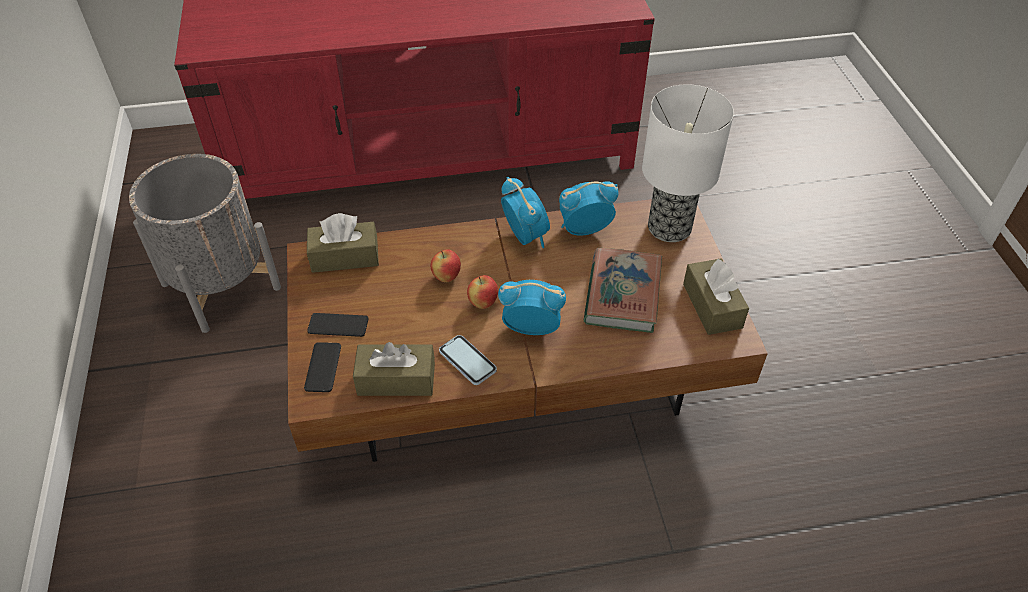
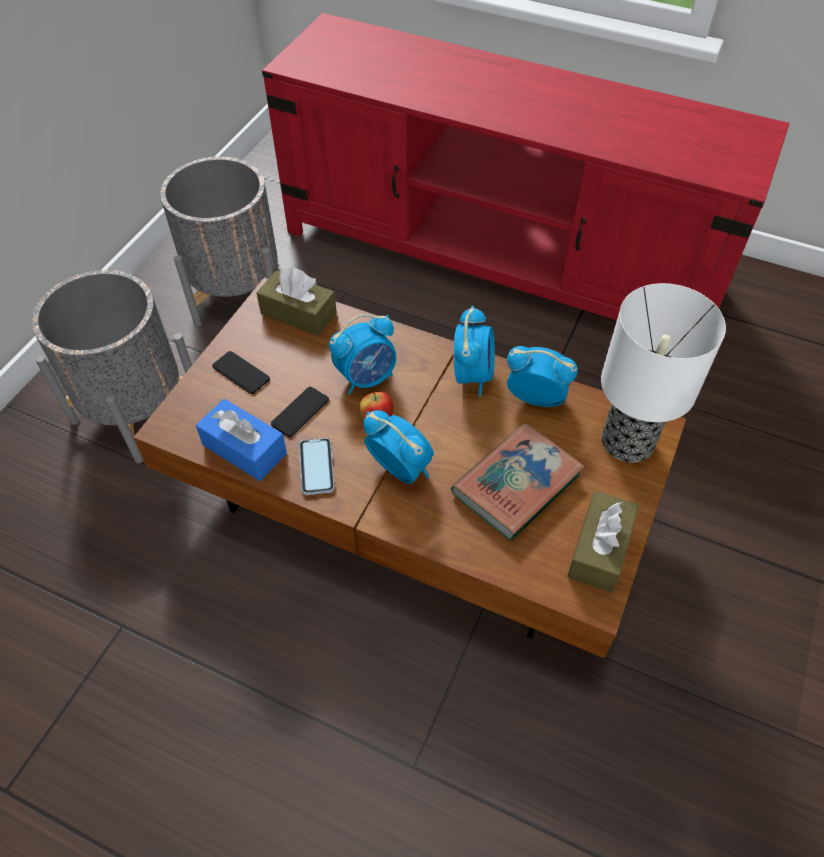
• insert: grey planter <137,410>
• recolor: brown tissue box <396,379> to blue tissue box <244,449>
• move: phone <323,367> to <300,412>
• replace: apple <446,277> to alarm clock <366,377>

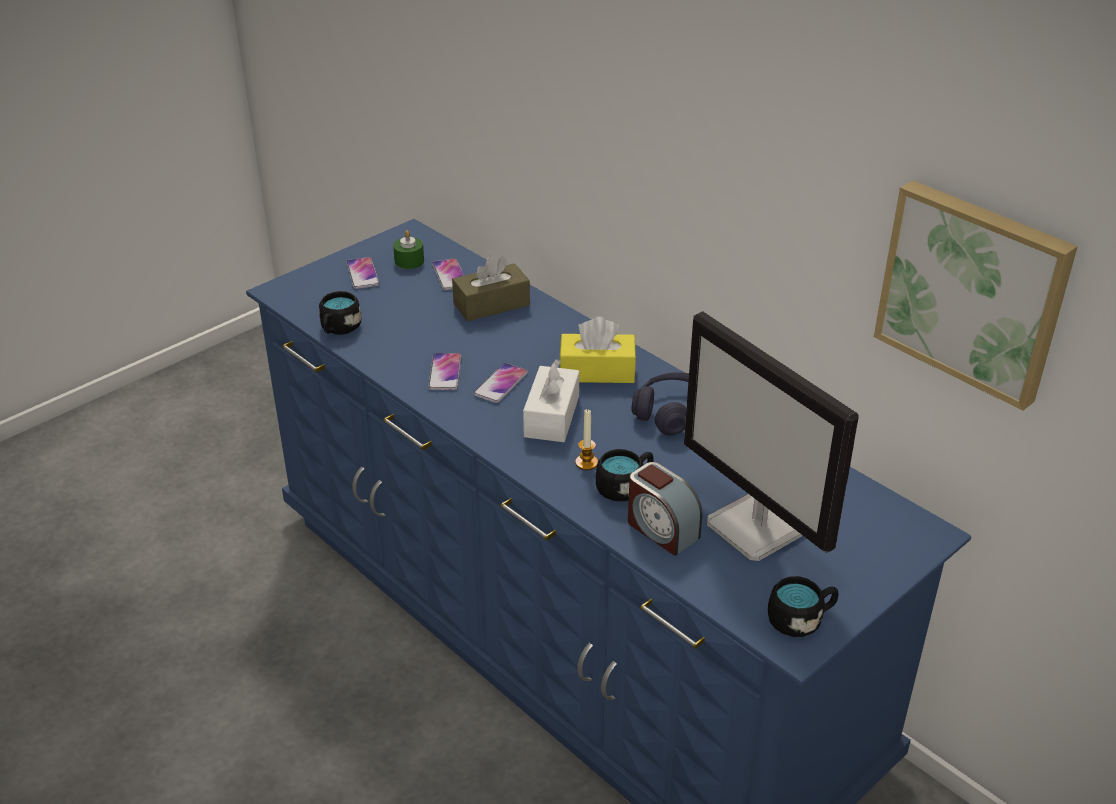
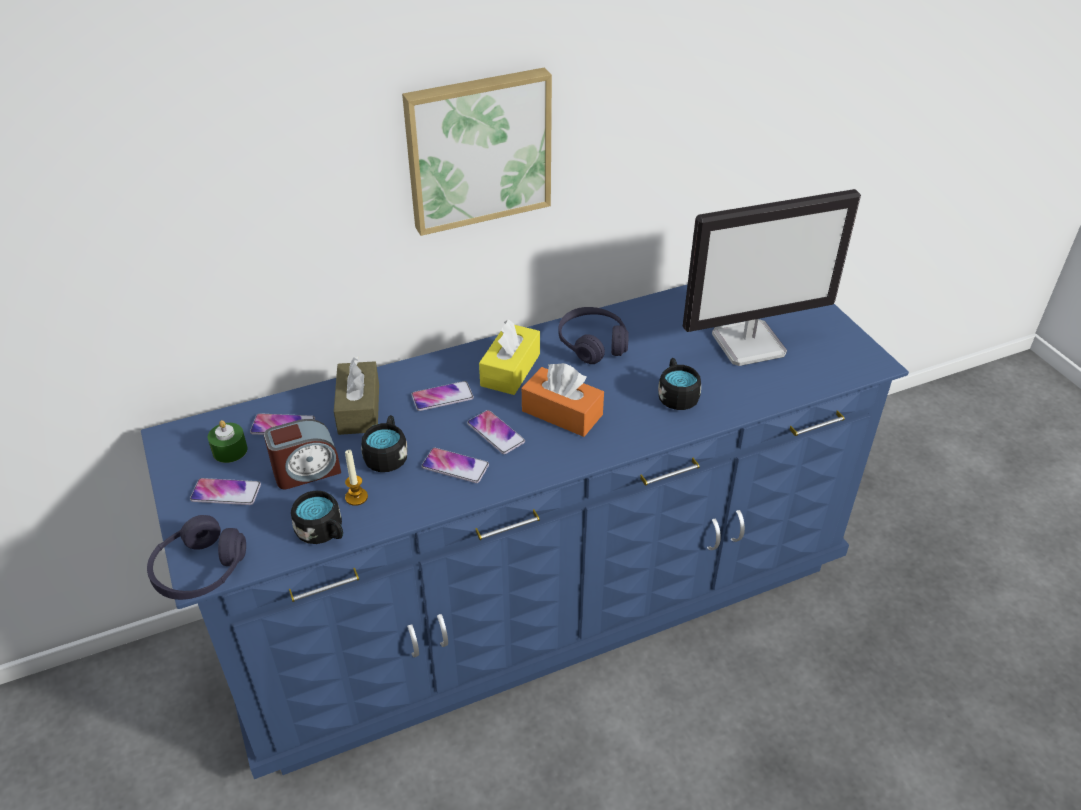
• insert: purple headphones <200,570>
• move: alarm clock <661,529> to <306,471>
• move: candle <586,463> to <356,497>
• move: black mug <801,619> to <387,455>
• move: picture <973,291> to <478,149>
• insert: phone <442,397>
• recolor: white tissue box <551,416> to orange tissue box <562,413>

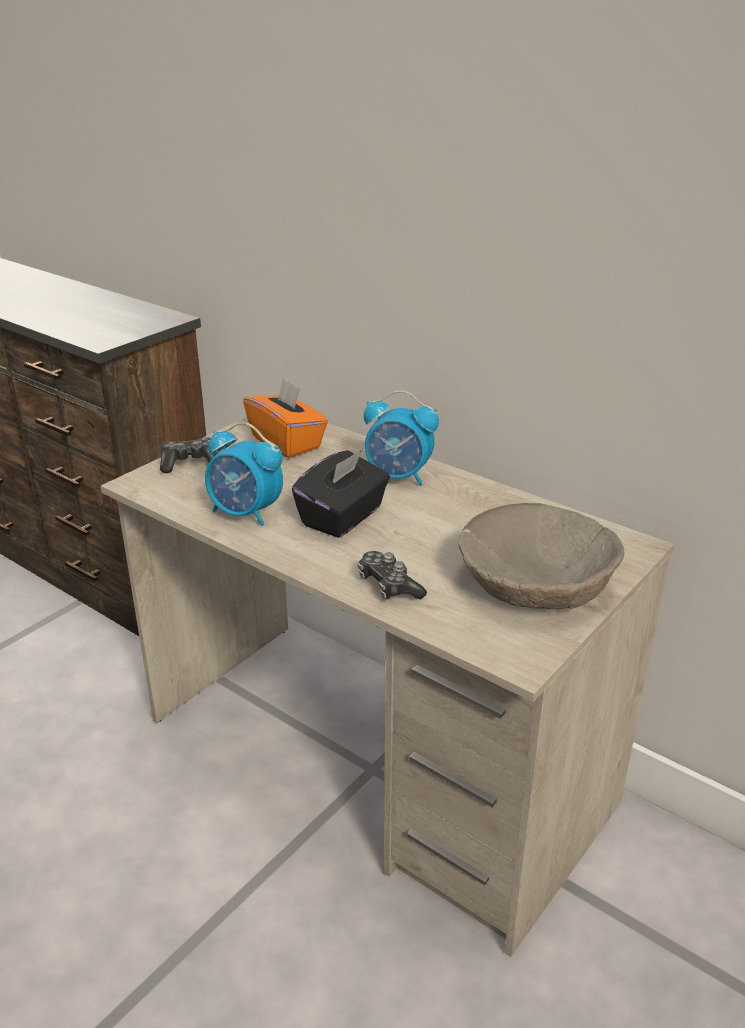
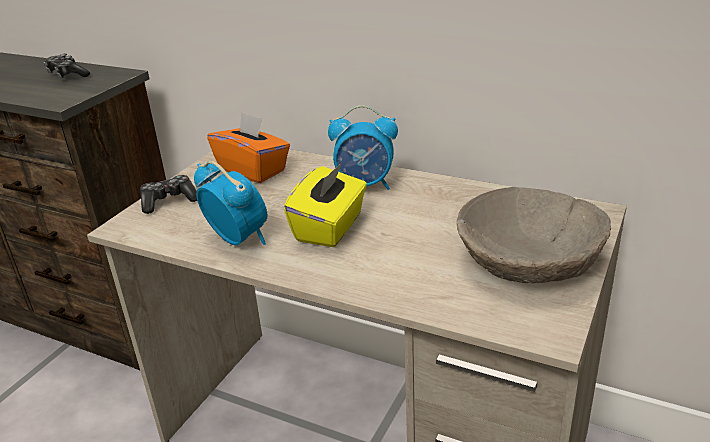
• move: game controller <389,586> to <67,75>
• rotate: alarm clock <246,513> = <238,239> 150 degrees counterclockwise
• recolor: black tissue box <343,517> to yellow tissue box <330,228>

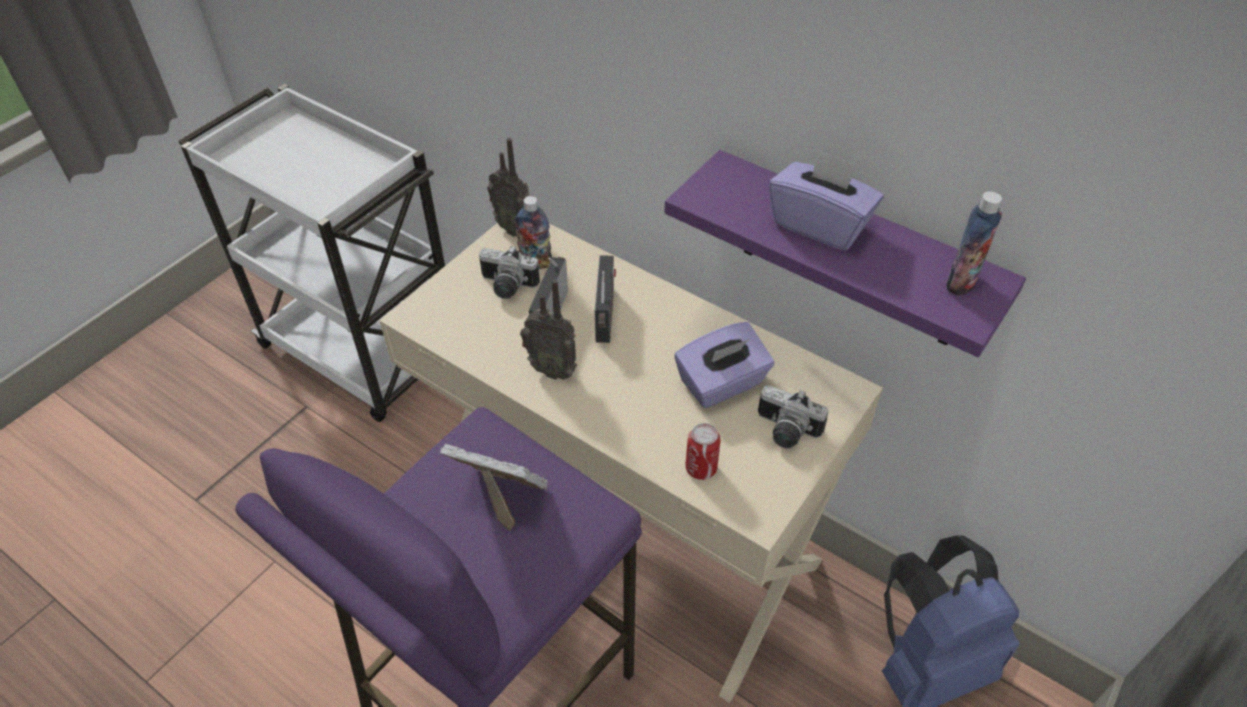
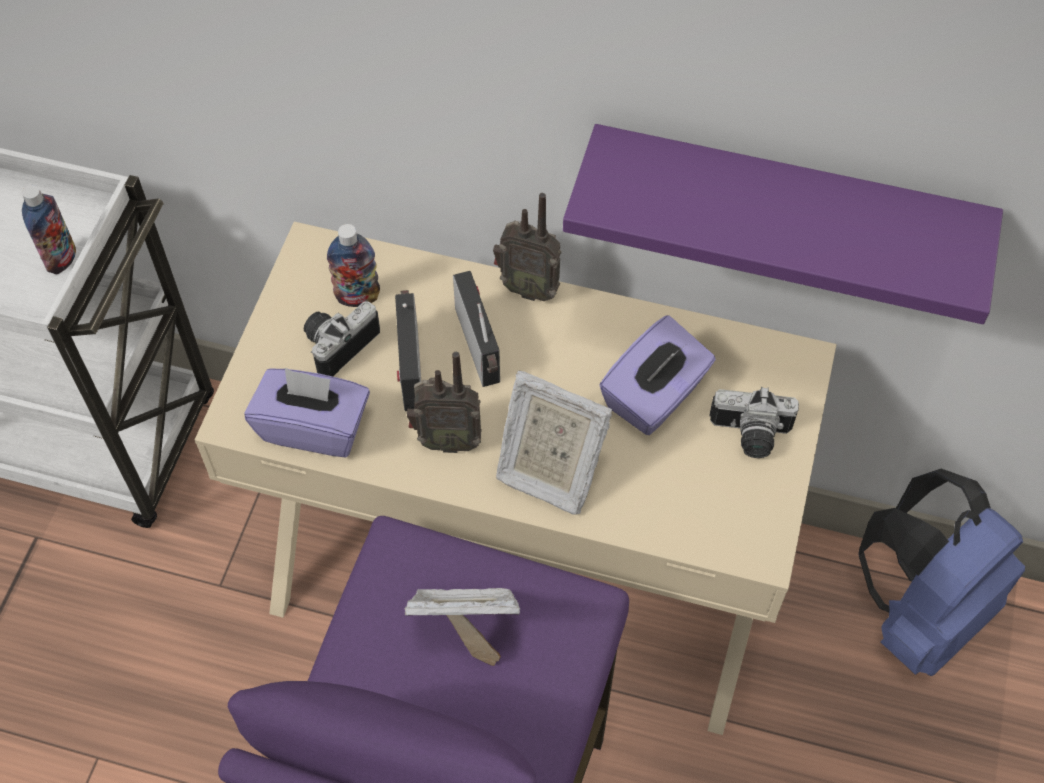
• move: bottle <961,283> to <61,259>
• move: purple tissue box <820,224> to <314,427>
• rotate: photo camera <506,287> = <337,343> 135 degrees clockwise
• move: radio <515,228> to <528,287>
• insert: picture frame <548,472>
• delete: can <701,468>

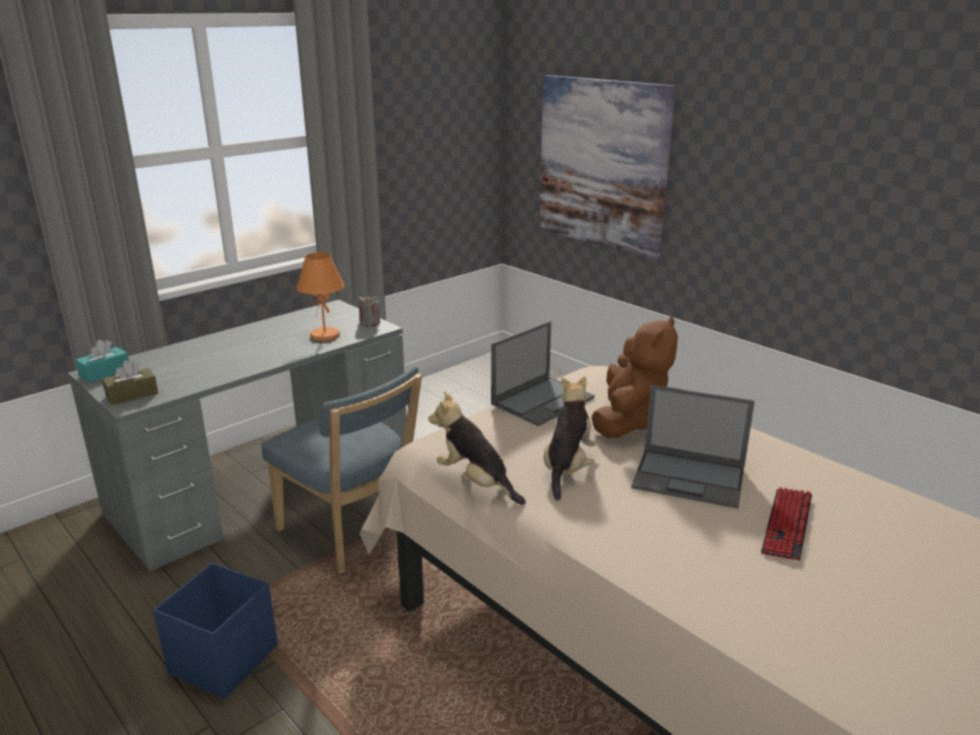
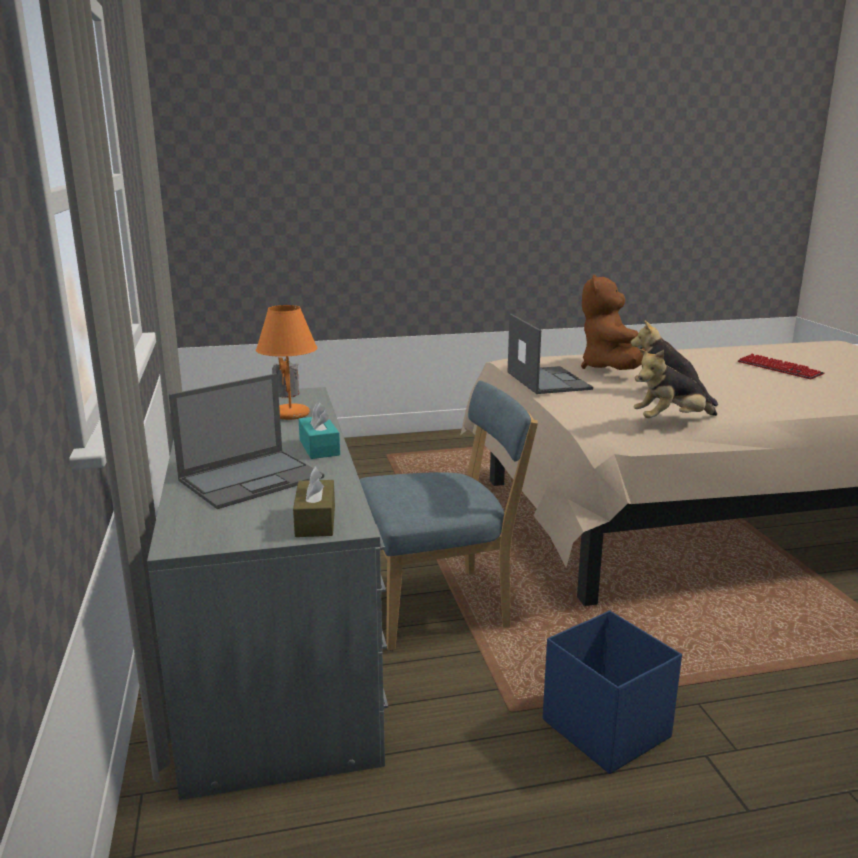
• move: laptop <690,478> to <252,478>
• move: turquoise tissue box <105,373> to <319,447>
• rotate: brown plush toy <629,421> = <610,369> 135 degrees counterclockwise
• delete: picture <602,164>

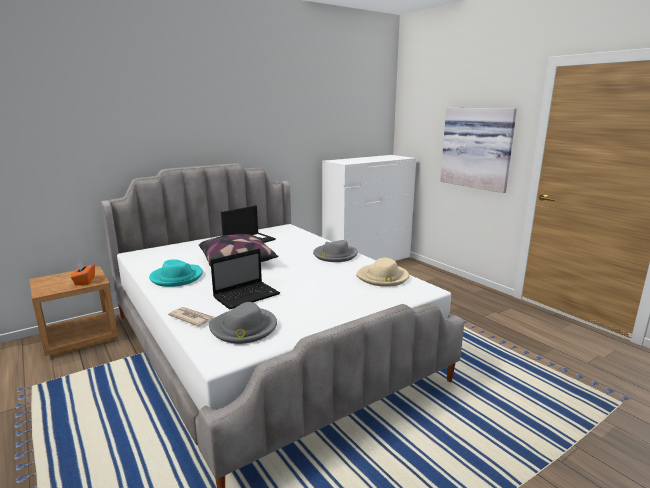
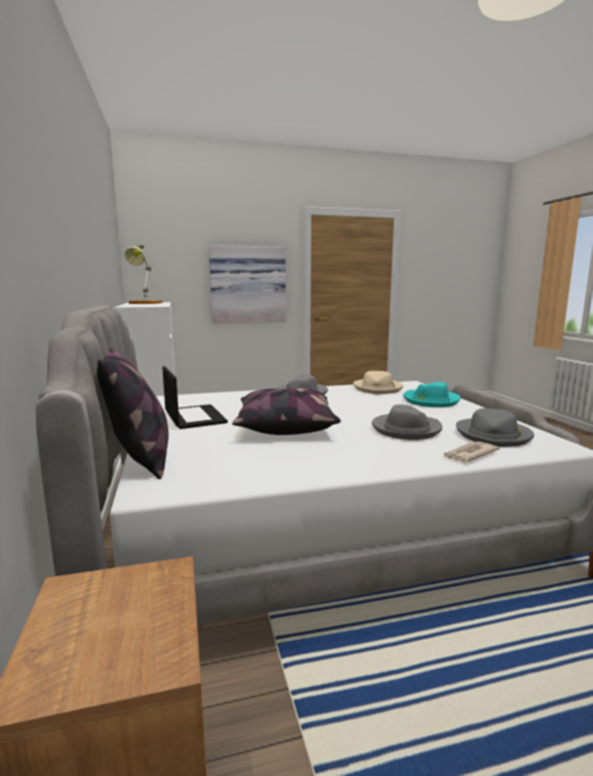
• insert: pillow <139,458>
• insert: table lamp <144,303>
• replace: laptop <247,295> to grey hat <406,429>
• move: turquoise hat <176,277> to <430,401>
• delete: orange tissue box <84,281>

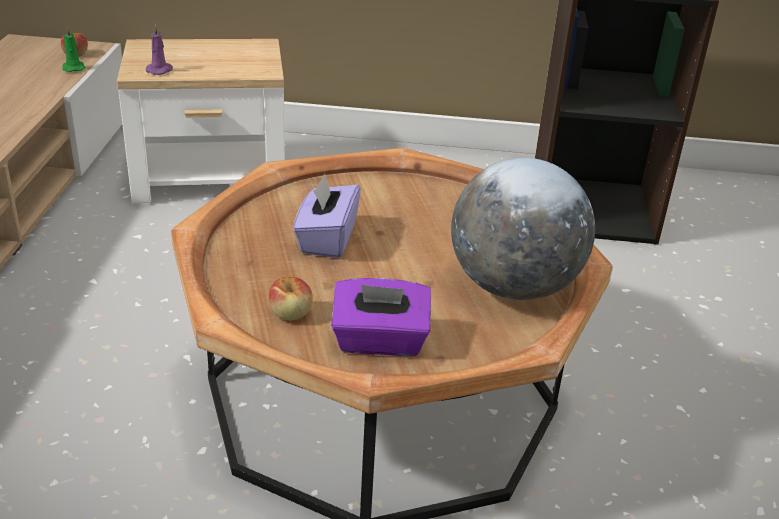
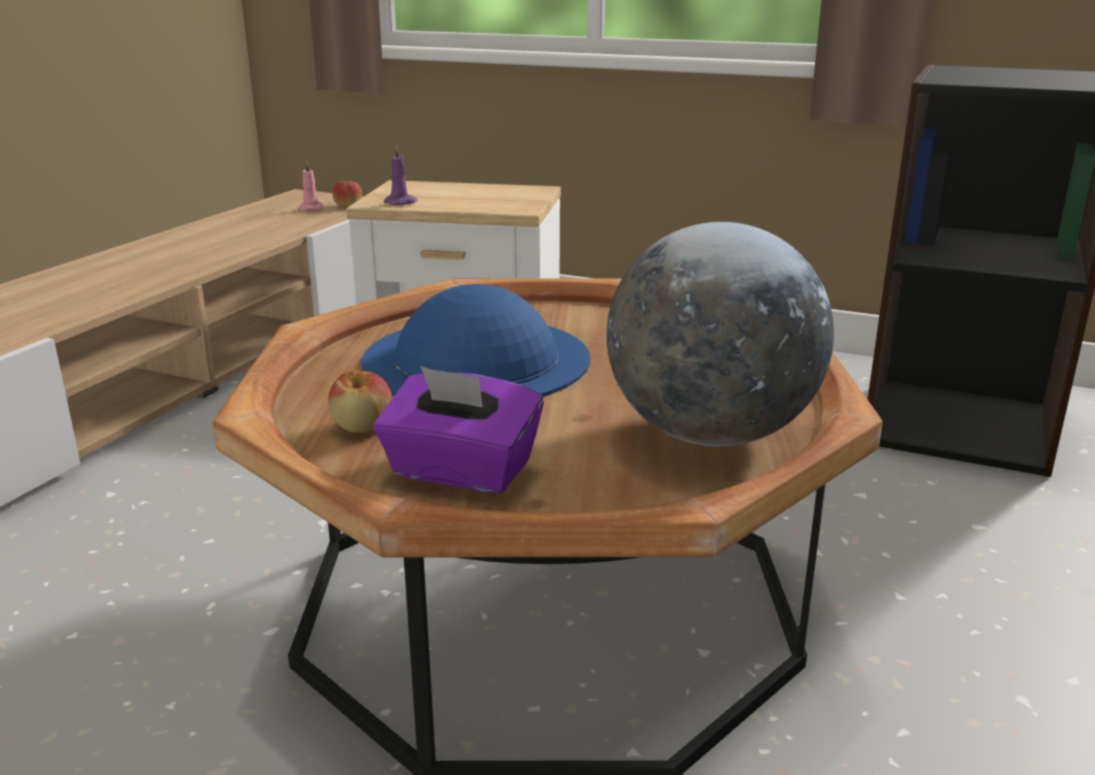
• insert: pink candle <311,208>
• replace: purple tissue box <326,239> to blue hat <476,359>
• delete: green candle <73,68>

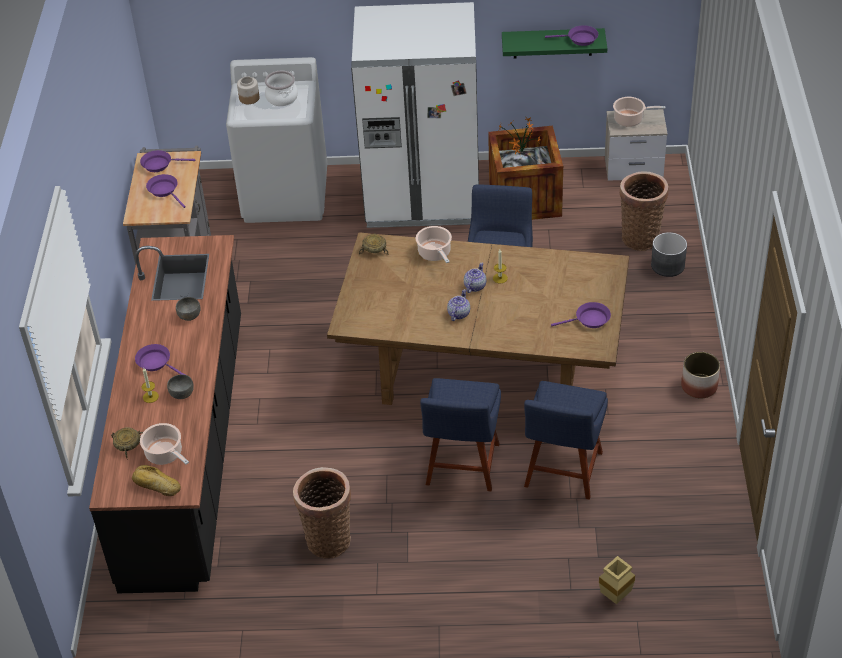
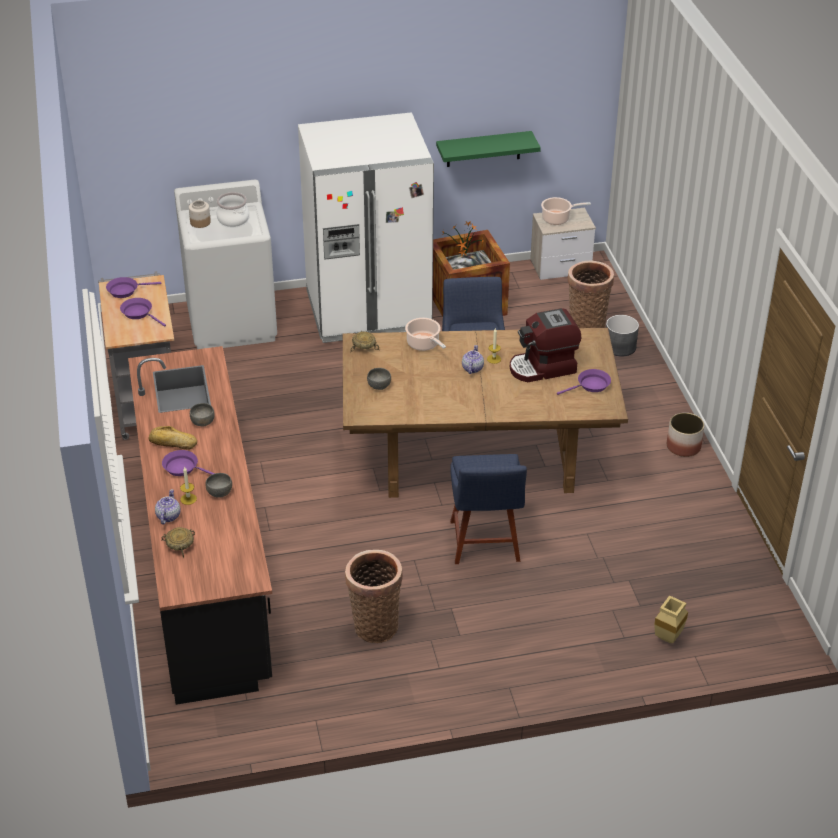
• move: bread <156,485> to <172,443>
• move: teapot <458,313> to <168,516>
• insert: grey bowl <379,386>
• insert: coffee machine <543,368>
• delete: cooking pot <165,454>
• delete: blue chair <562,473>
• delete: purple frying pan <579,39>

